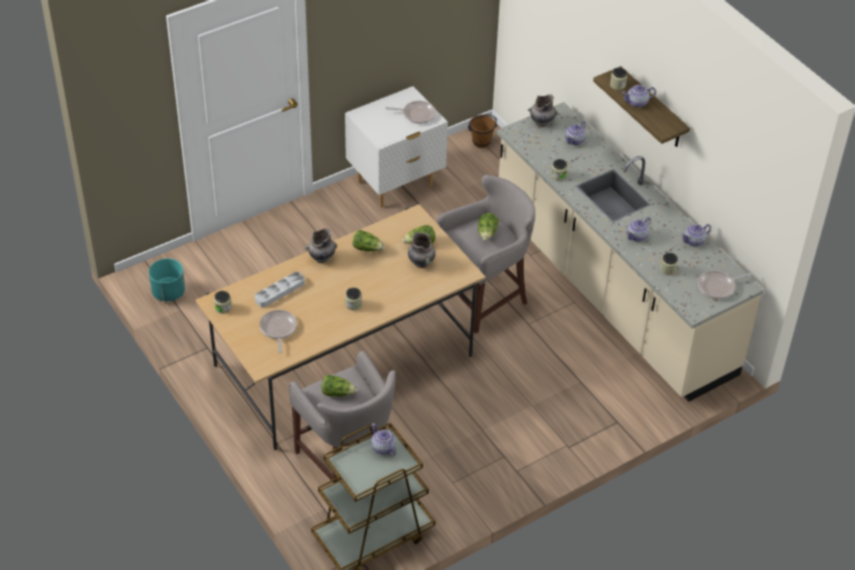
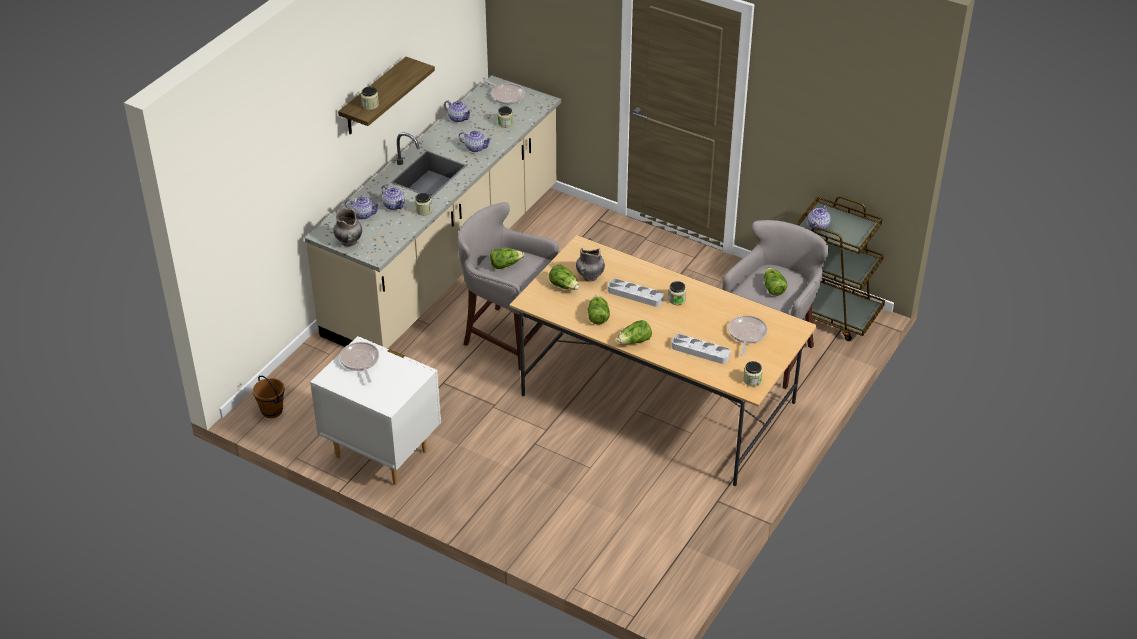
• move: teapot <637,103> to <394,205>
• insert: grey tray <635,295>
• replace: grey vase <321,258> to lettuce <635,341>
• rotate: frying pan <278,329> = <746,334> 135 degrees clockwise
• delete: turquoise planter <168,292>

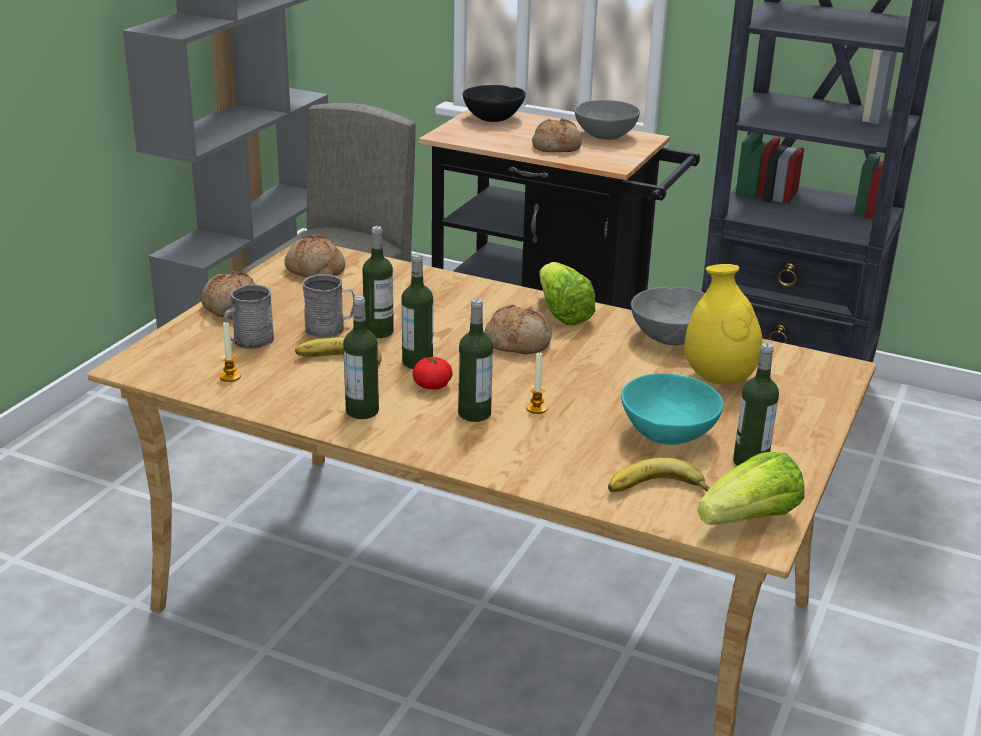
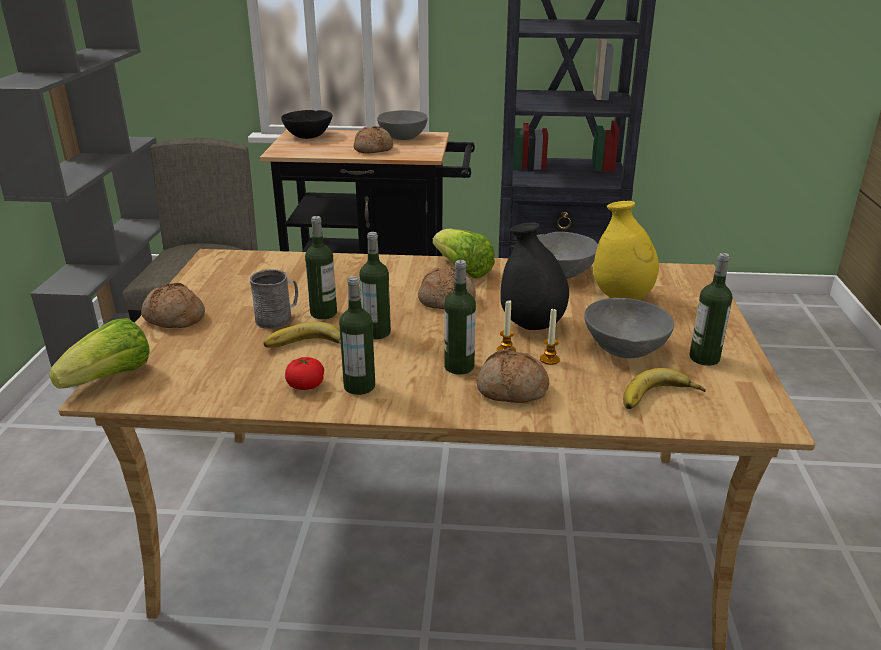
• move: lettuce <750,519> to <110,378>
• move: tomato <432,385> to <306,385>
• move: bread <314,270> to <511,390>
• insert: black vase <532,325>
• move: candle <230,376> to <549,359>
• recolor: turquoise bowl <668,434> to grey bowl <625,349>
• delete: grey mug <249,342>

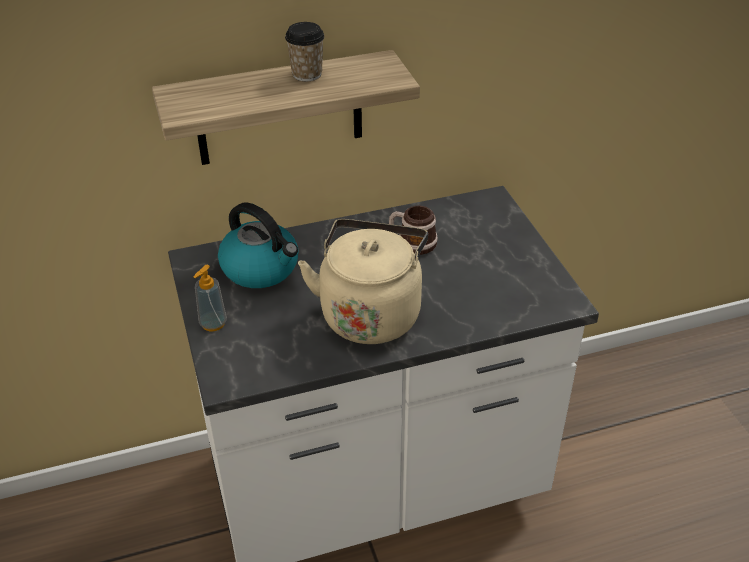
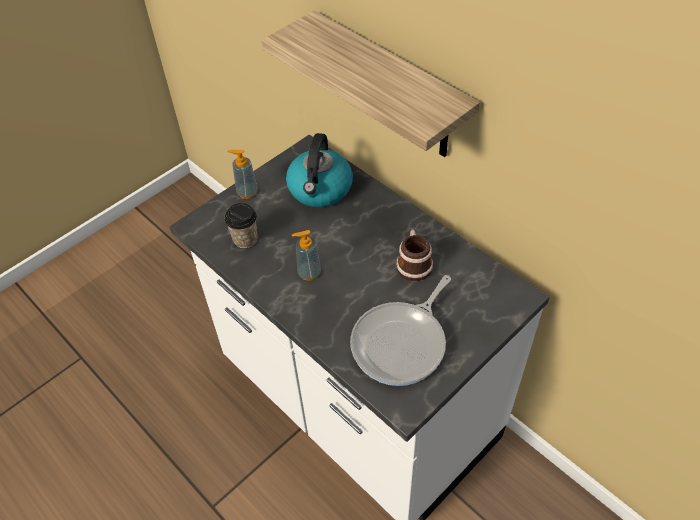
• move: cup <307,74> to <245,239>
• replace: beige kettle <371,313> to soap dispenser <309,273>
• insert: frying pan <402,343>

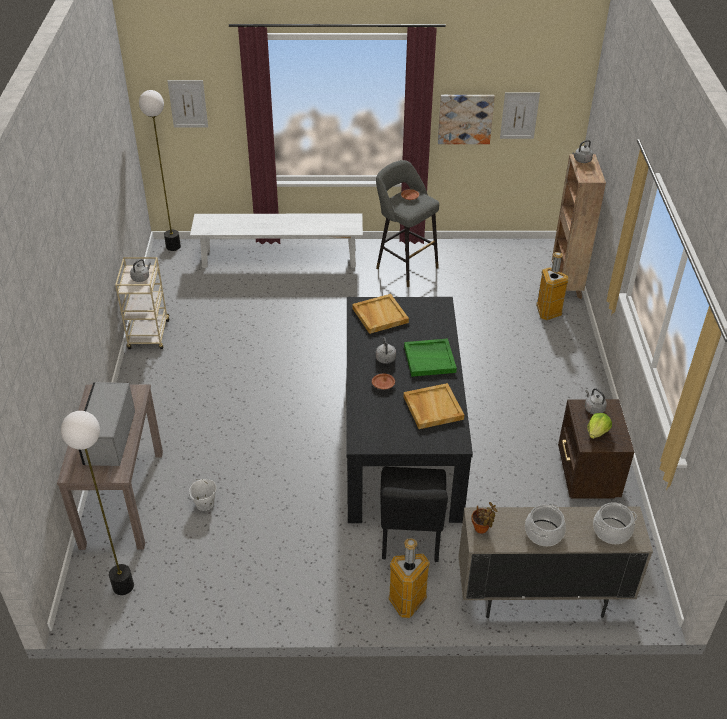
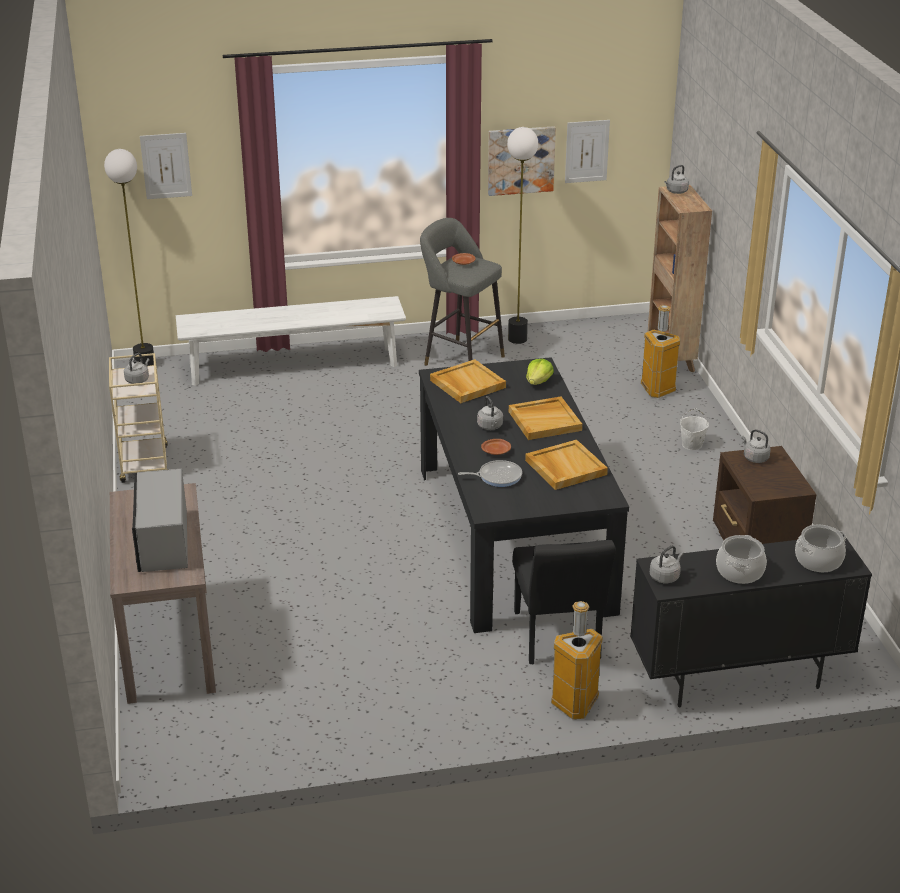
• insert: frying pan <497,476>
• move: floor lamp <123,586> to <517,339>
• recolor: green tray <430,359> to beige tray <545,420>
• move: lettuce <597,432> to <538,382>
• recolor: beige cabinet <540,597> to black cabinet <738,678>
• replace: potted plant <482,529> to grey kettle <665,576>
• move: white bucket <204,504> to <692,445>

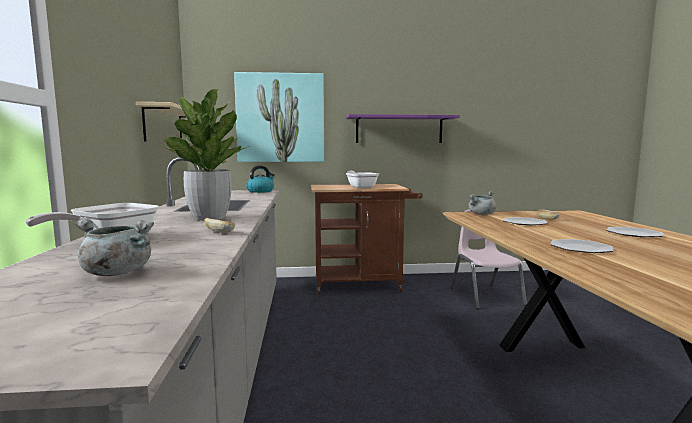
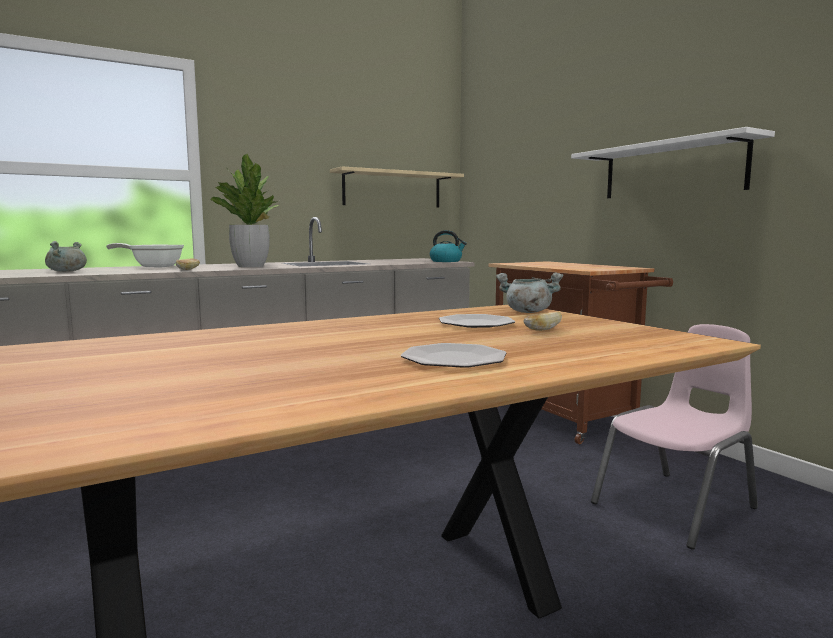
• recolor: purple shelf <399,129> to white shelf <672,170>
• delete: picture <280,118>
• delete: frying pan <360,187>
• delete: plate <580,248>

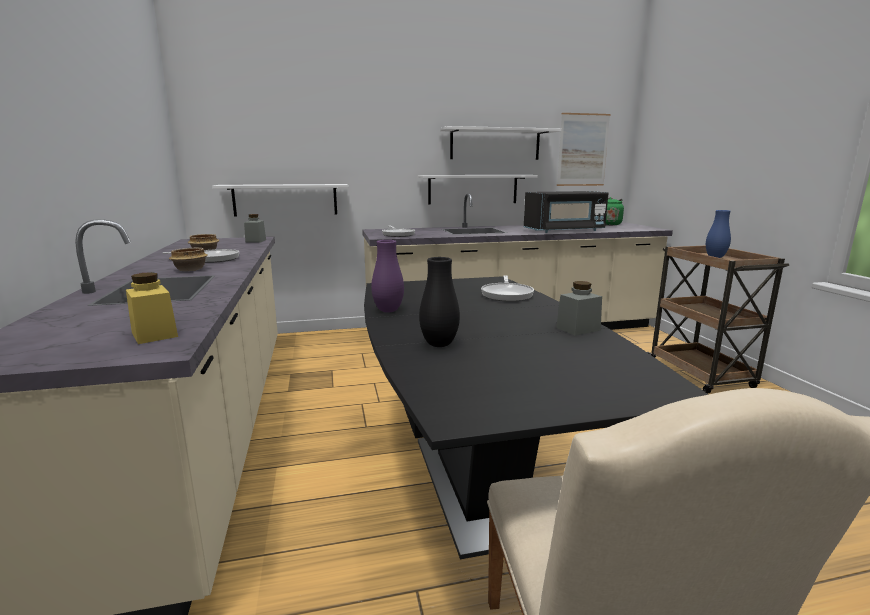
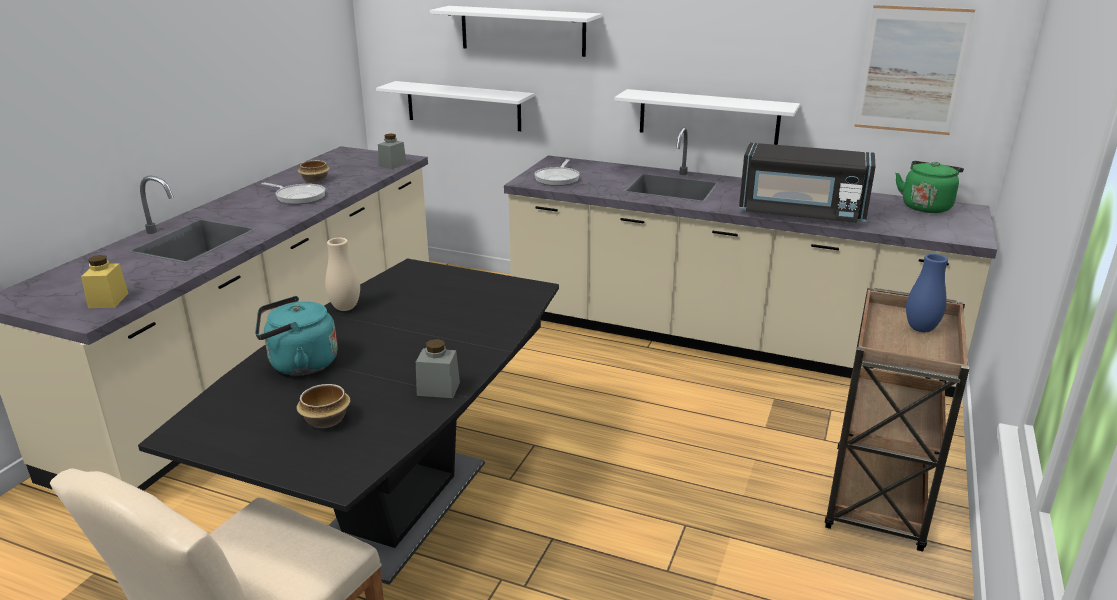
• replace: black vase <439,344> to turquoise kettle <299,365>
• move: bowl <190,269> to <325,421>
• recolor: purple vase <388,310> to beige vase <345,308>
• move: white shelf <495,144> to <522,31>
• delete: frying pan <507,294>

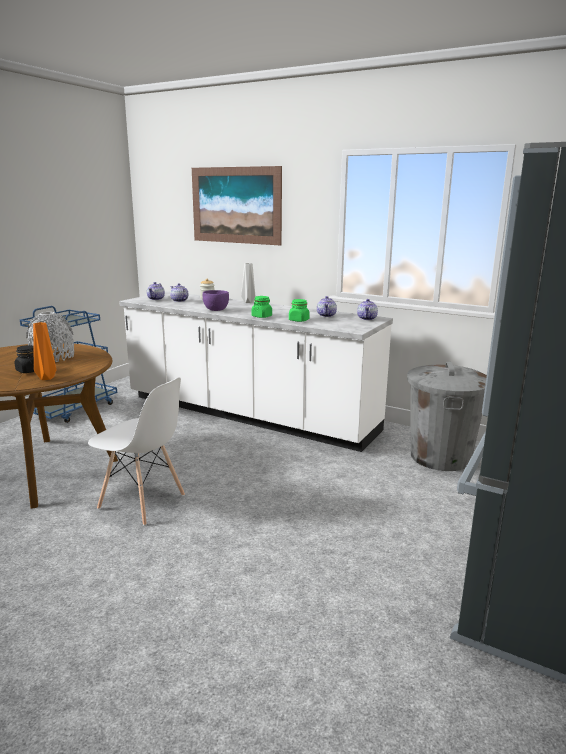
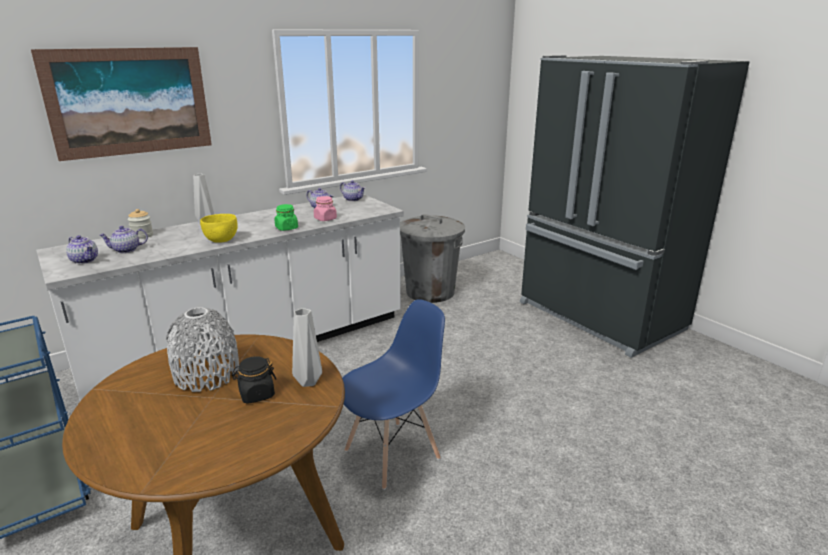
• recolor: purple bowl <216,310> to yellow bowl <221,241>
• recolor: orange vase <47,378> to grey vase <307,381>
• recolor: green jar <299,320> to pink jar <325,219>
• recolor: white chair <142,502> to blue chair <393,454>

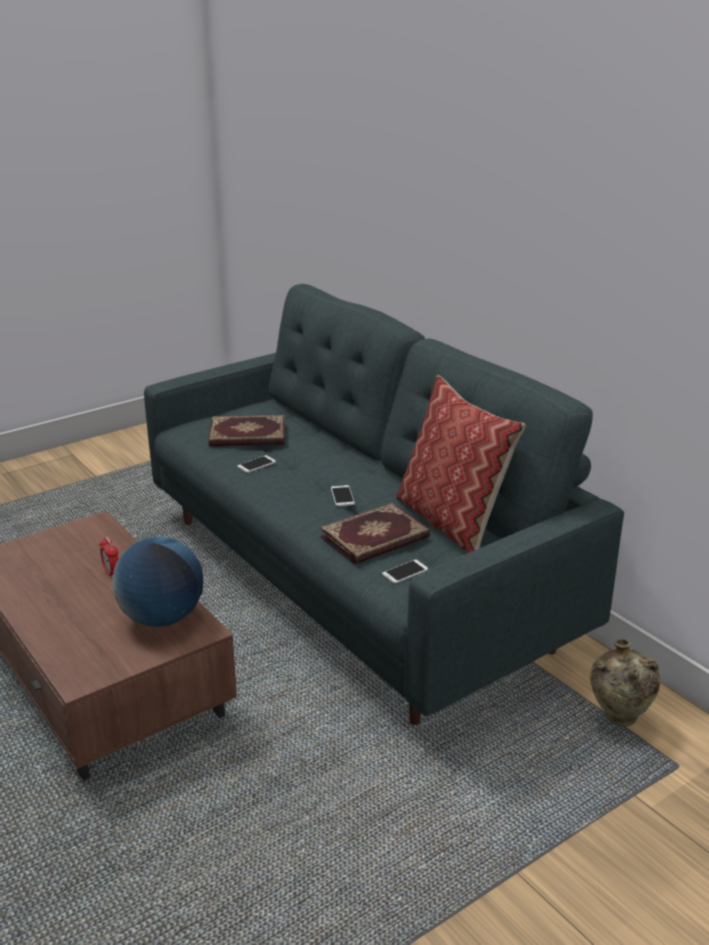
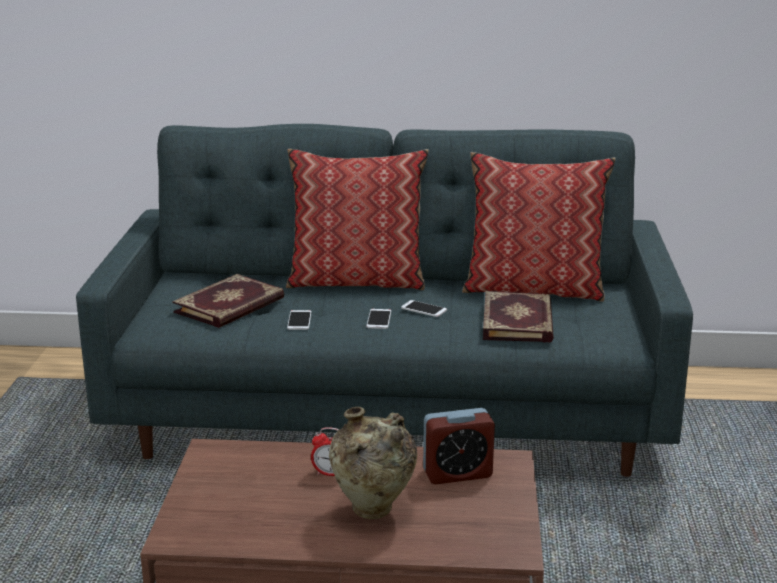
• insert: pillow <357,281>
• move: beige vase <618,720> to <373,513>
• move: phone <405,572> to <379,319>
• replace: globe <162,618> to alarm clock <457,474>

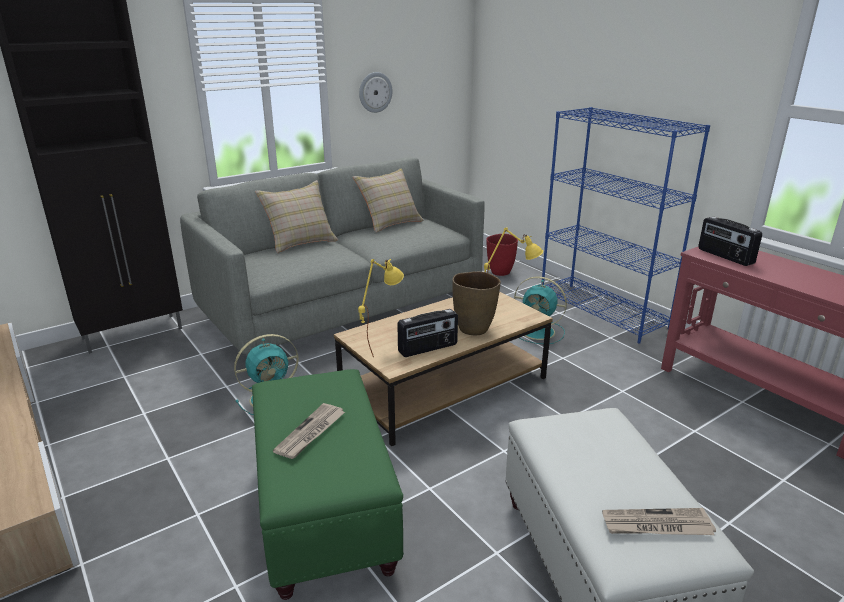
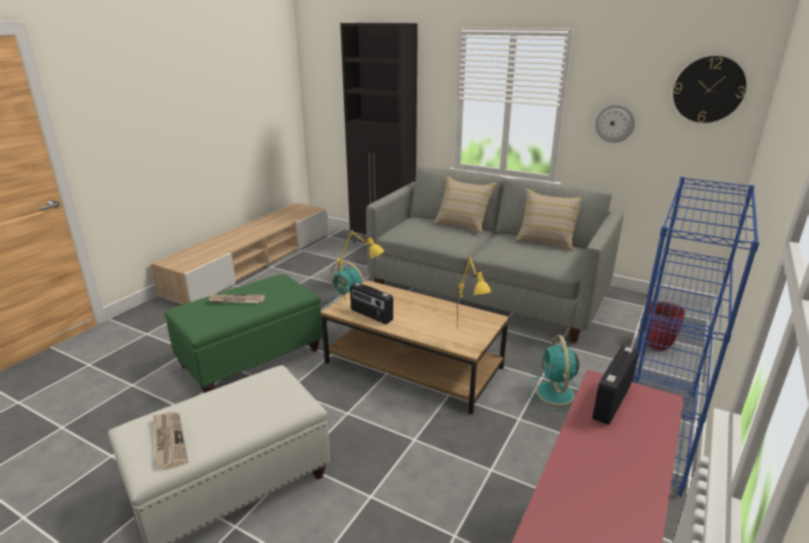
• insert: wall clock <708,89>
• delete: brown vase <474,329>

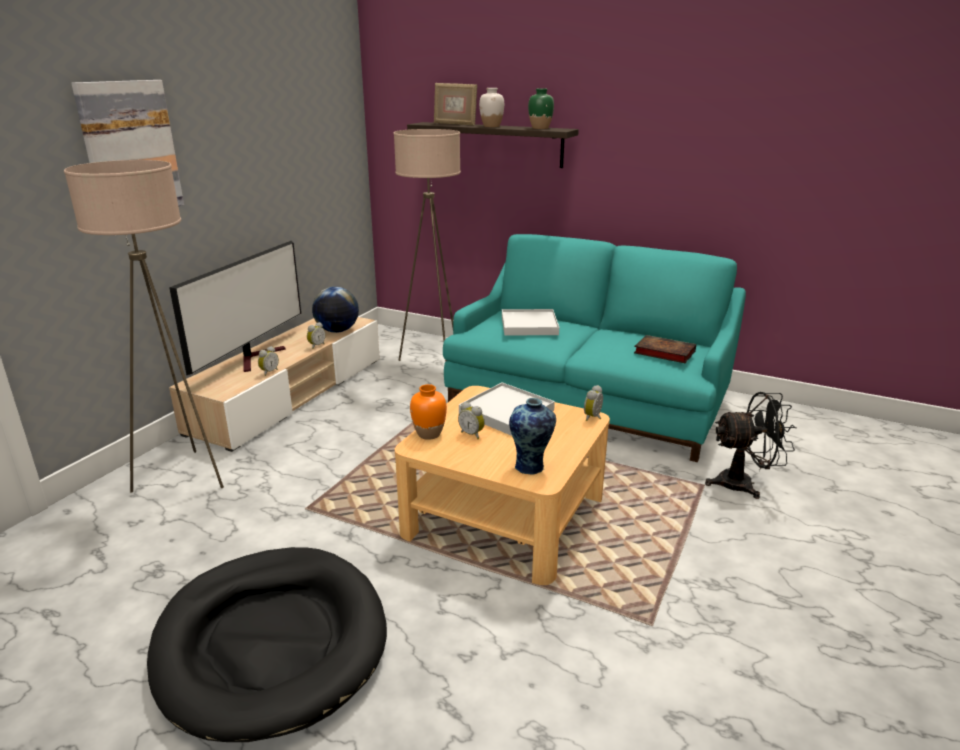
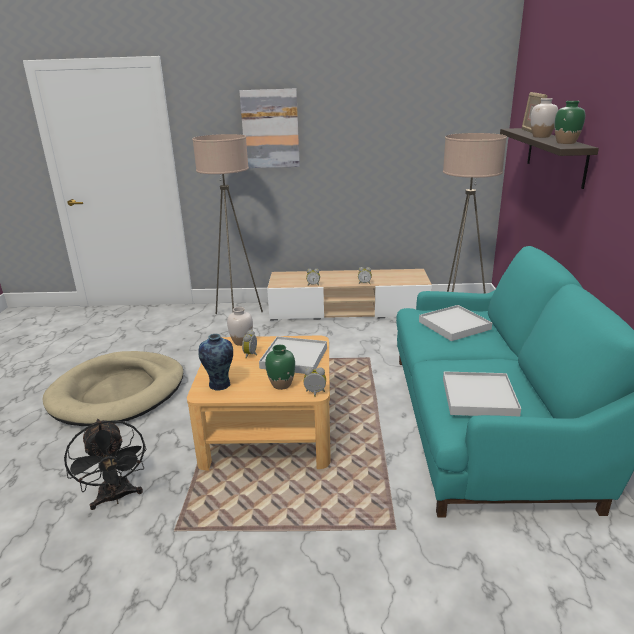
• recolor: black dog bed <271,642> to beige dog bed <118,392>
• move: black fan <743,484> to <116,497>
• recolor: orange vase <429,434> to white vase <241,342>
• insert: green vase <281,384>
• replace: book <662,352> to white tray <478,397>
• delete: television <257,357>
• delete: globe <337,331>

